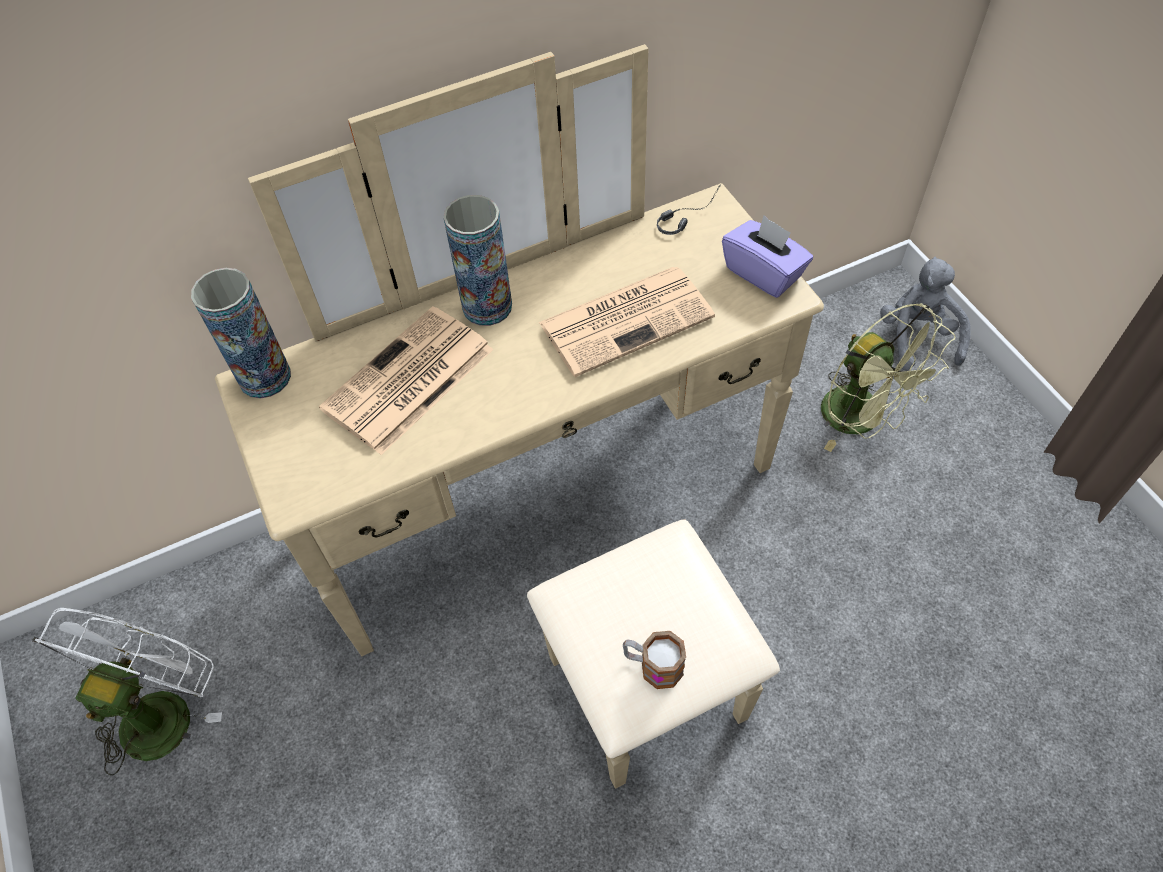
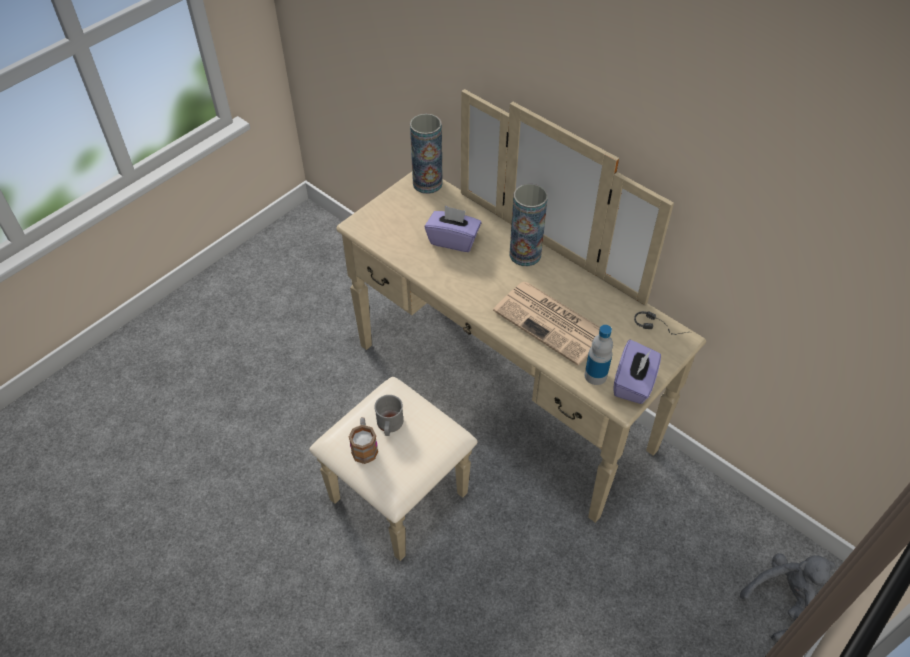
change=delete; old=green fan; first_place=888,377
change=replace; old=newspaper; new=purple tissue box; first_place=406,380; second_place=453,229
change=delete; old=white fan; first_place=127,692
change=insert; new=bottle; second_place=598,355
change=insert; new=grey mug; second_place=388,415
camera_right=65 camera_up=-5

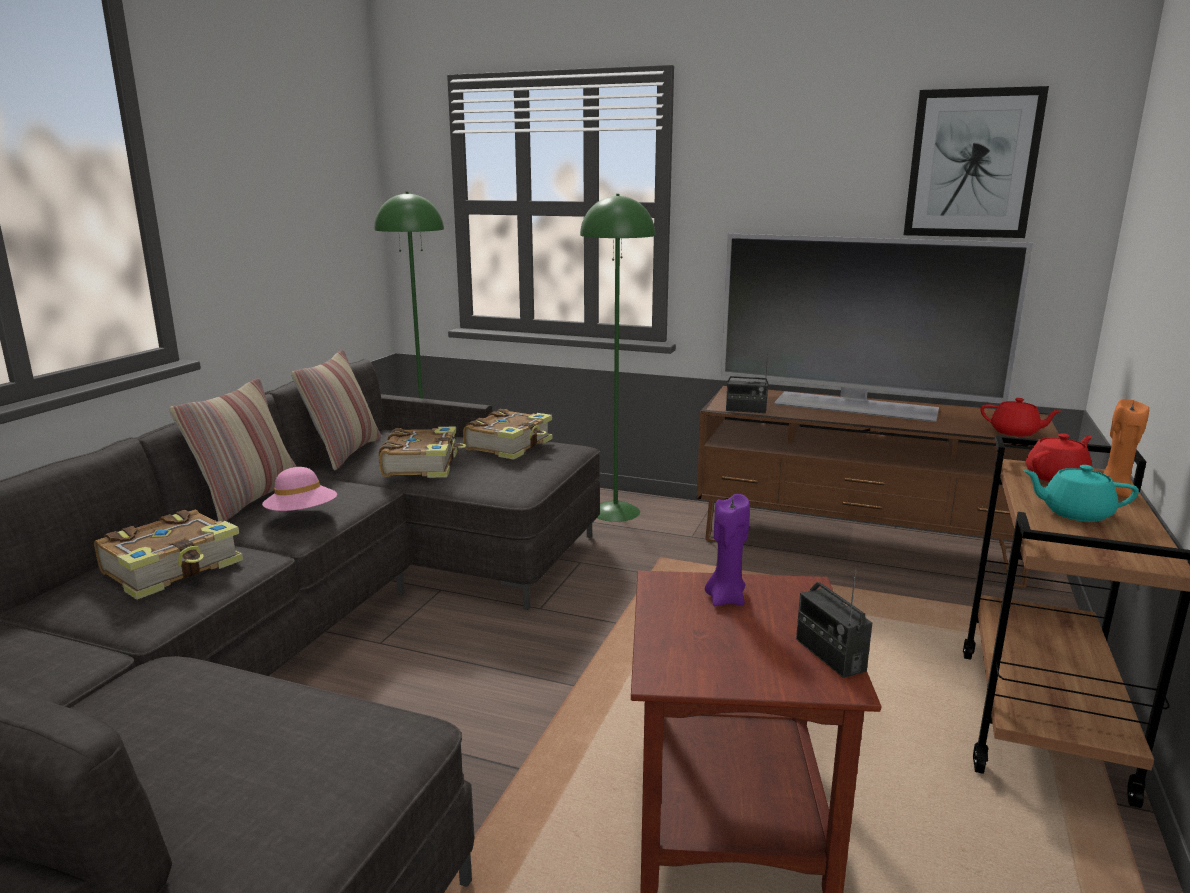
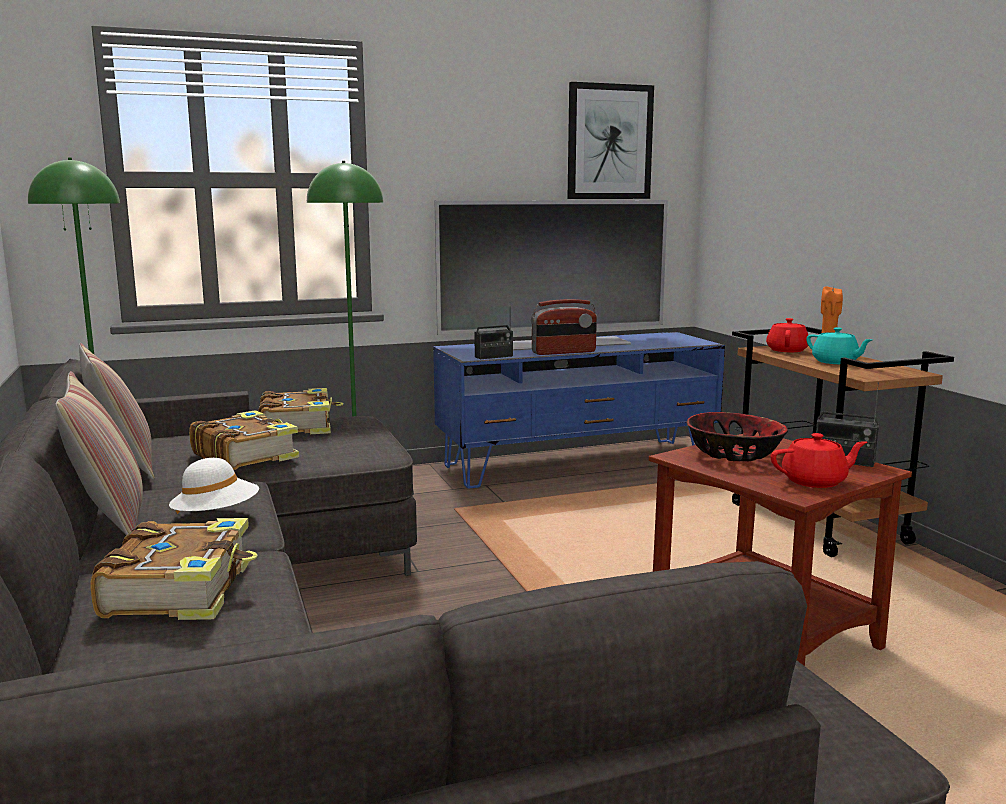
change=recolor; old=brown tv stand; new=blue tv stand; first_place=878,487; second_place=579,410
change=move; old=red teapot; first_place=1021,417; second_place=819,460
change=rotate; old=turquoise teapot; first_place=1081,493; second_place=839,345; degrees=-105
change=recolor; old=pink hat; new=white hat; first_place=299,489; second_place=214,486
change=replace; old=purple candle; new=bowl; first_place=727,550; second_place=737,436
change=insert; new=radio; second_place=564,327
camera_right=-40 camera_up=-5

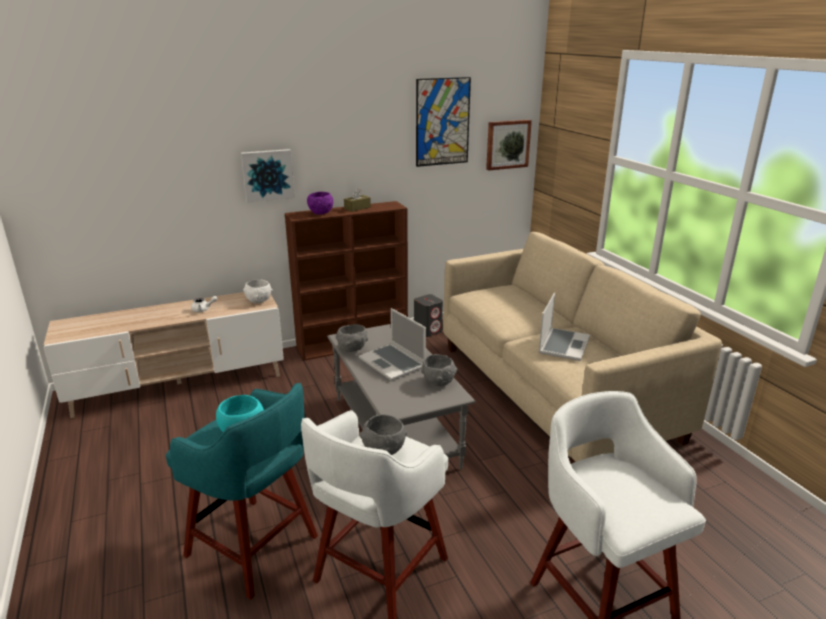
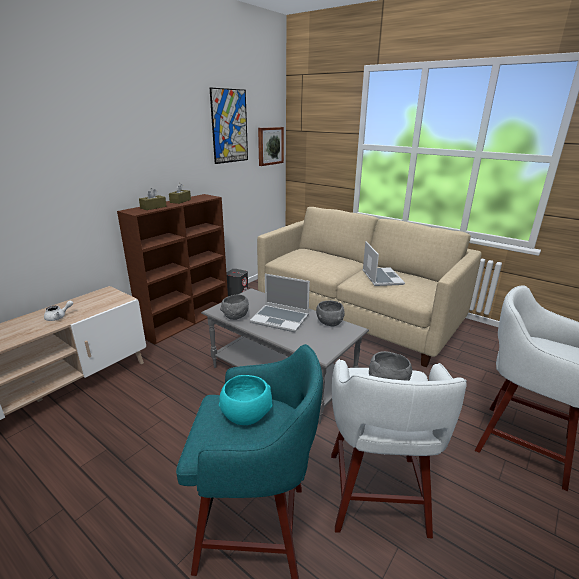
change=delete; old=picture; first_place=268,176
change=replace; old=purple bowl; new=brown tissue box; first_place=320,203; second_place=153,199
change=delete; old=white bowl; first_place=258,291
camera_right=-30 camera_up=0

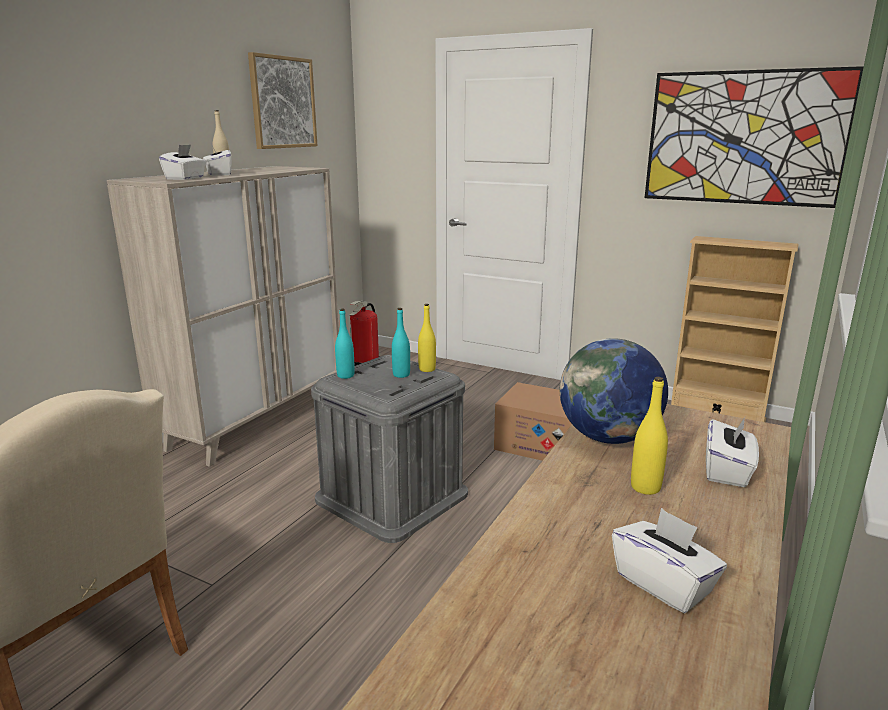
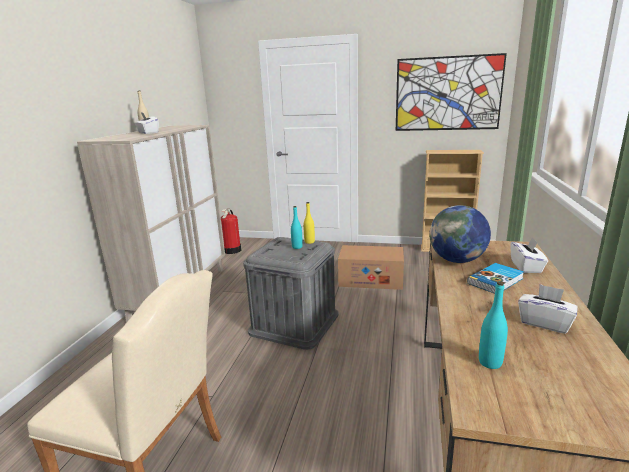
change=delete; old=picture; first_place=283,100
change=delete; old=white tissue box; first_place=182,162
change=move; old=turquoise bottle; first_place=345,344; second_place=493,325
change=replace; old=yellow bottle; new=book; first_place=649,436; second_place=495,278
camera_right=-15 camera_up=0

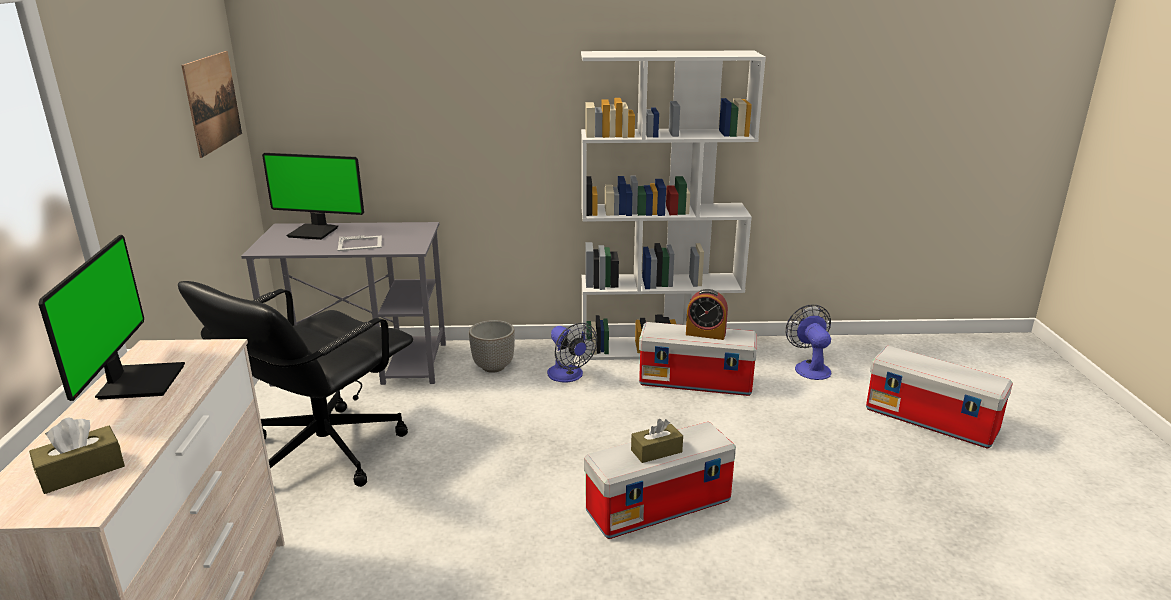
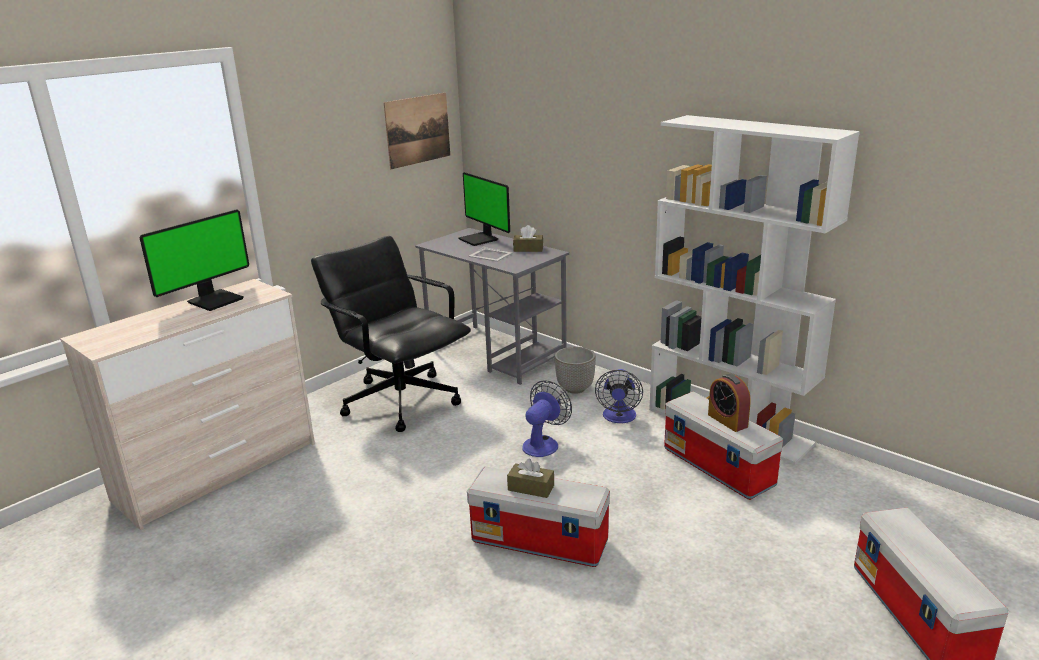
change=rotate; old=black office chair; first_place=295,384; second_place=391,334; degrees=60
change=move; old=fan; first_place=808,342; second_place=547,418
change=move; old=brown tissue box; first_place=77,455; second_place=528,238
camera_right=45 camera_up=0

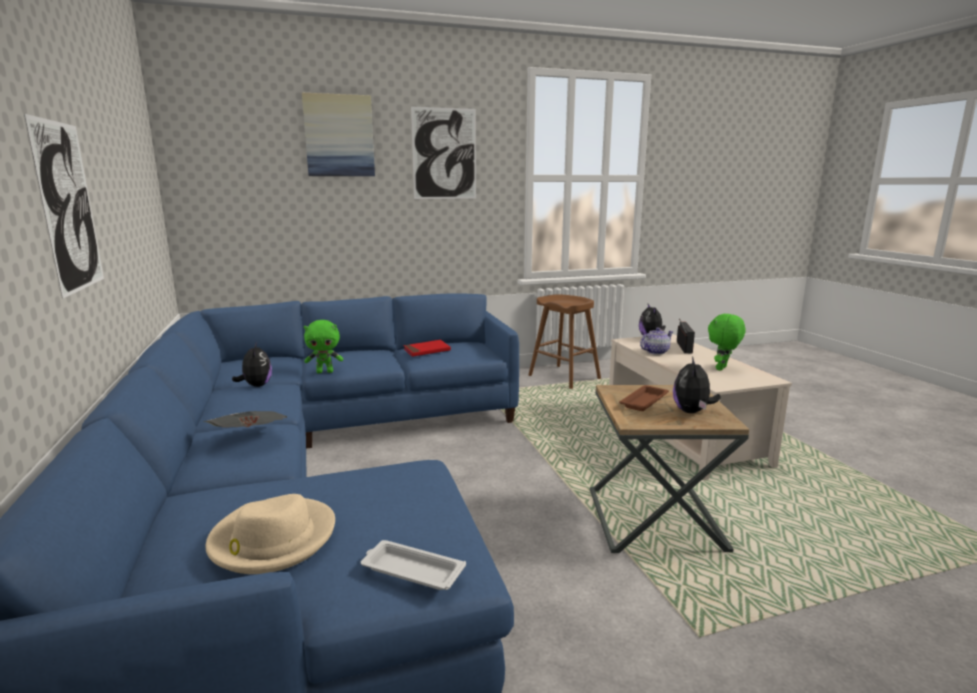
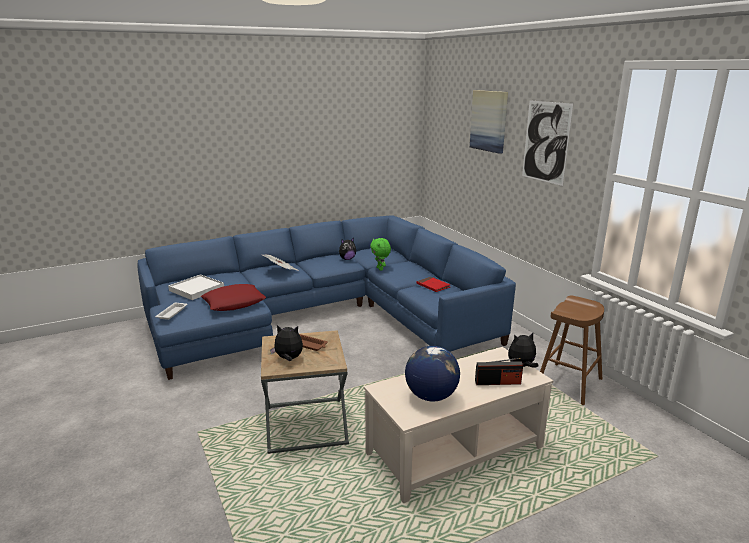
change=delete; old=picture; first_place=64,206
change=replace; old=green plush toy; new=globe; first_place=727,342; second_place=432,374
change=delete; old=teapot; first_place=657,341
change=replace; old=beige hat; new=white tray; first_place=270,534; second_place=196,287
change=insert; new=red pillow; second_place=233,297
camera_right=80 camera_up=5

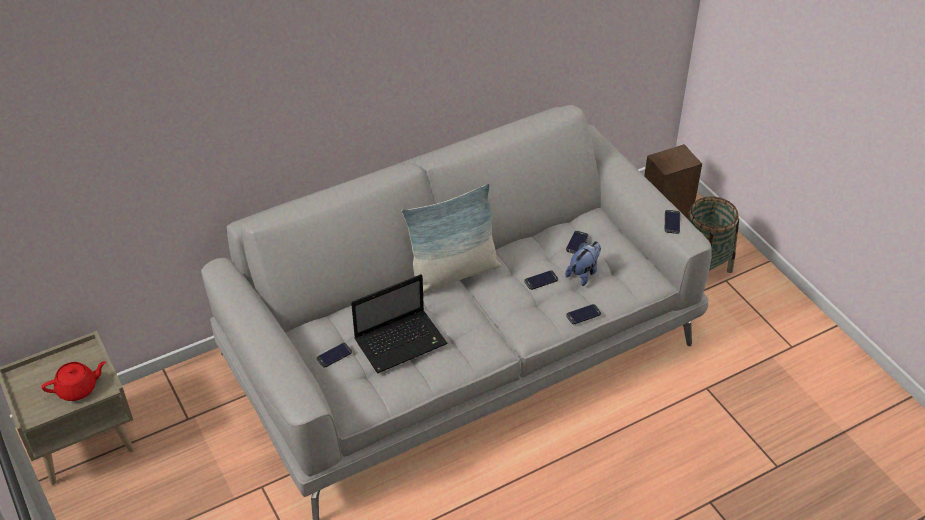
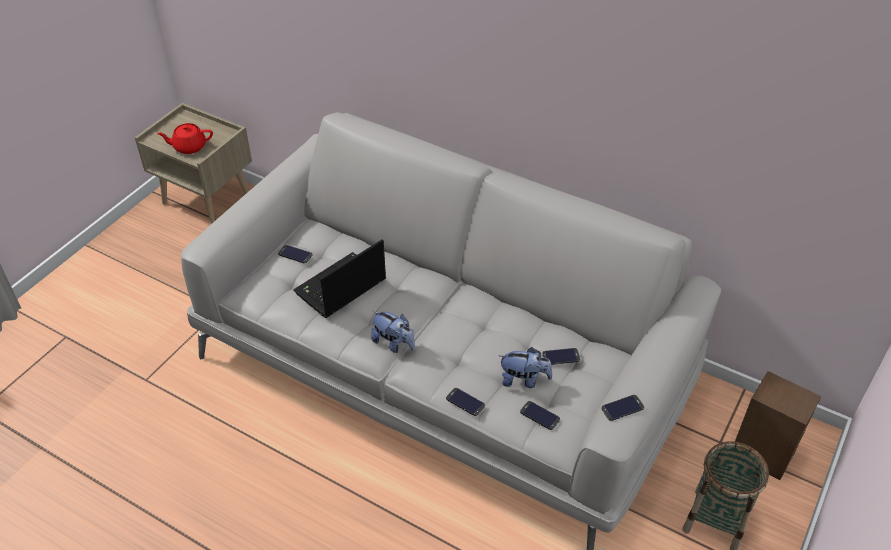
change=delete; old=pillow; first_place=451,239
change=move; old=phone; first_place=541,280; second_place=540,415
change=rotate; old=laptop; first_place=399,323; second_place=339,278; degrees=105
change=rotate; old=red teapot; first_place=74,381; second_place=185,138; degrees=135
change=insert; new=plush toy; second_place=393,331
camera_right=60 camera_up=0

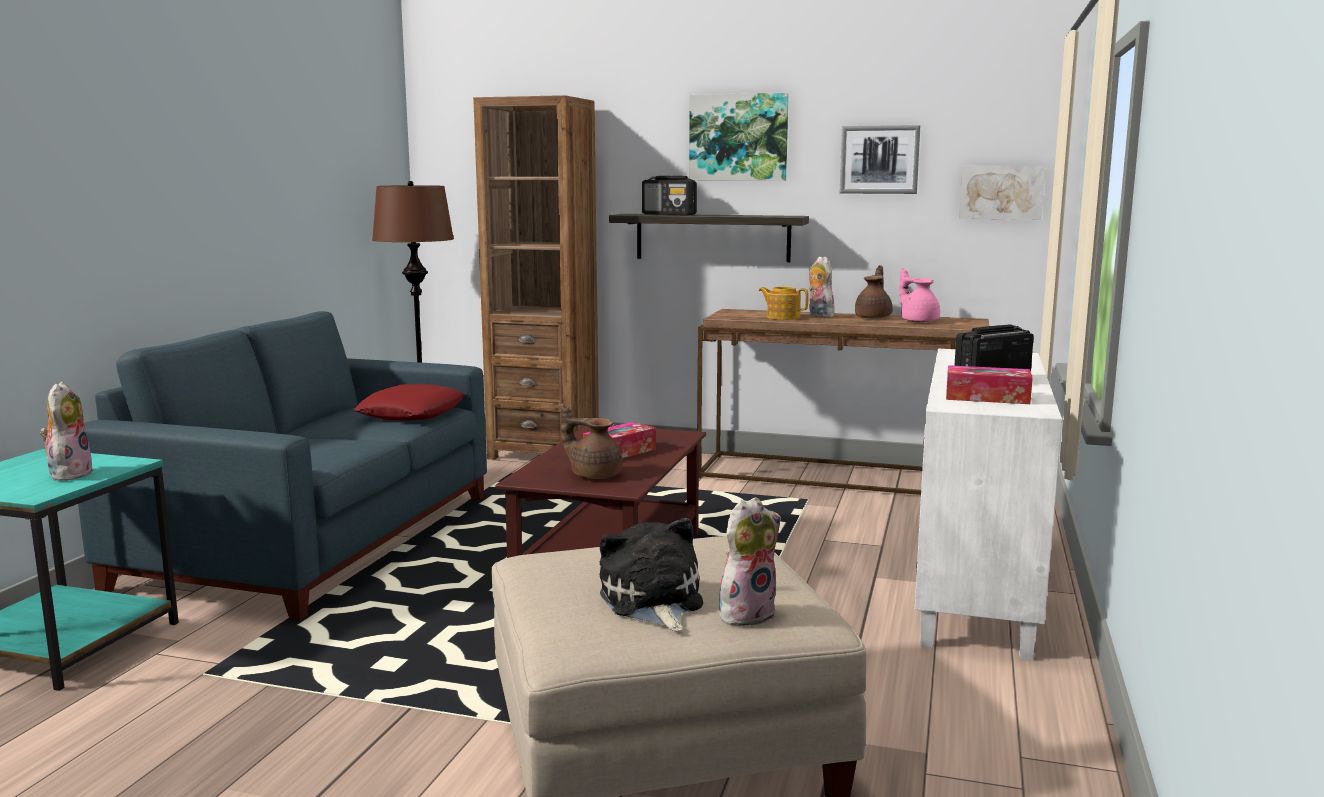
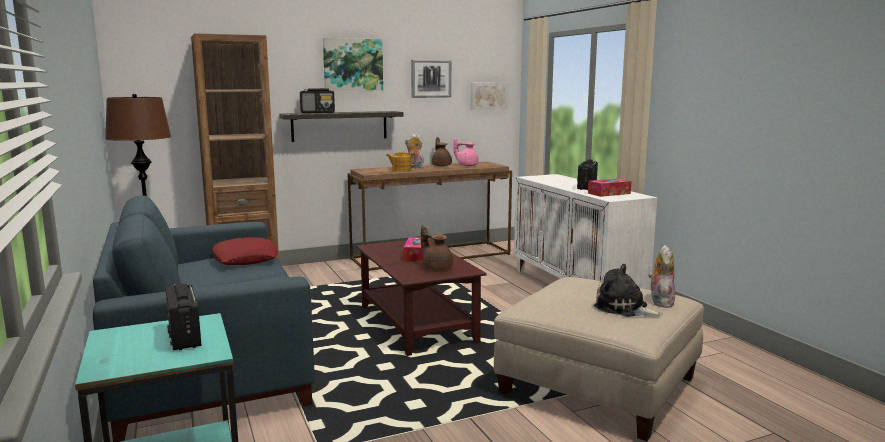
change=replace; old=plush toy; new=radio; first_place=67,431; second_place=183,316
change=rotate; old=brown teapot; first_place=592,442; second_place=437,248; degrees=60
camera_right=-40 camera_up=0

